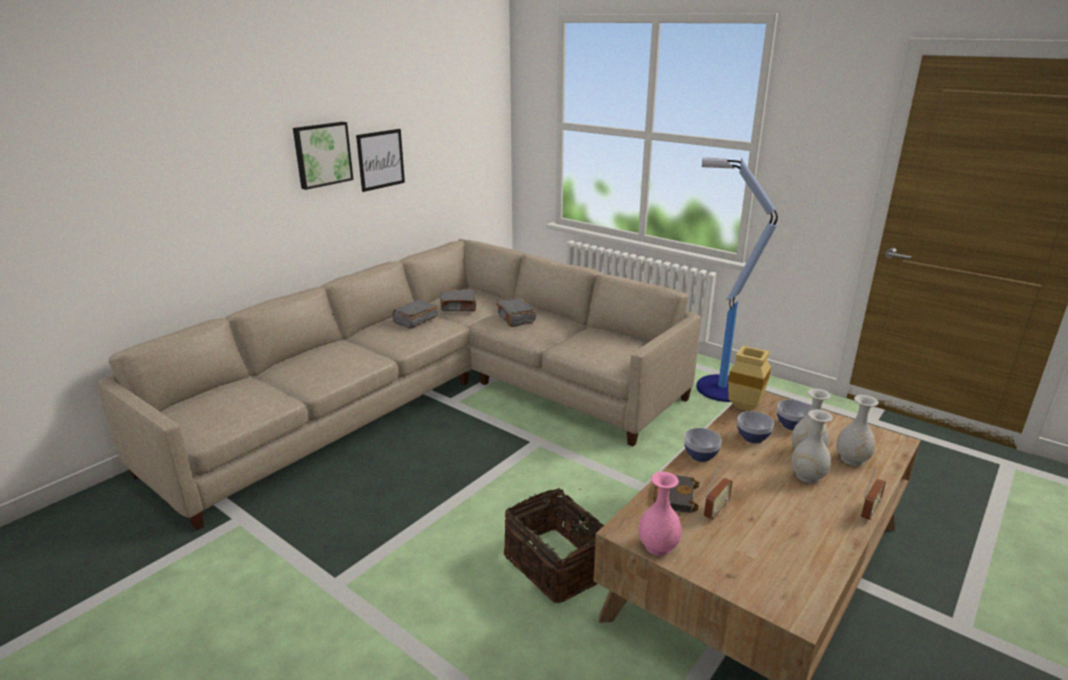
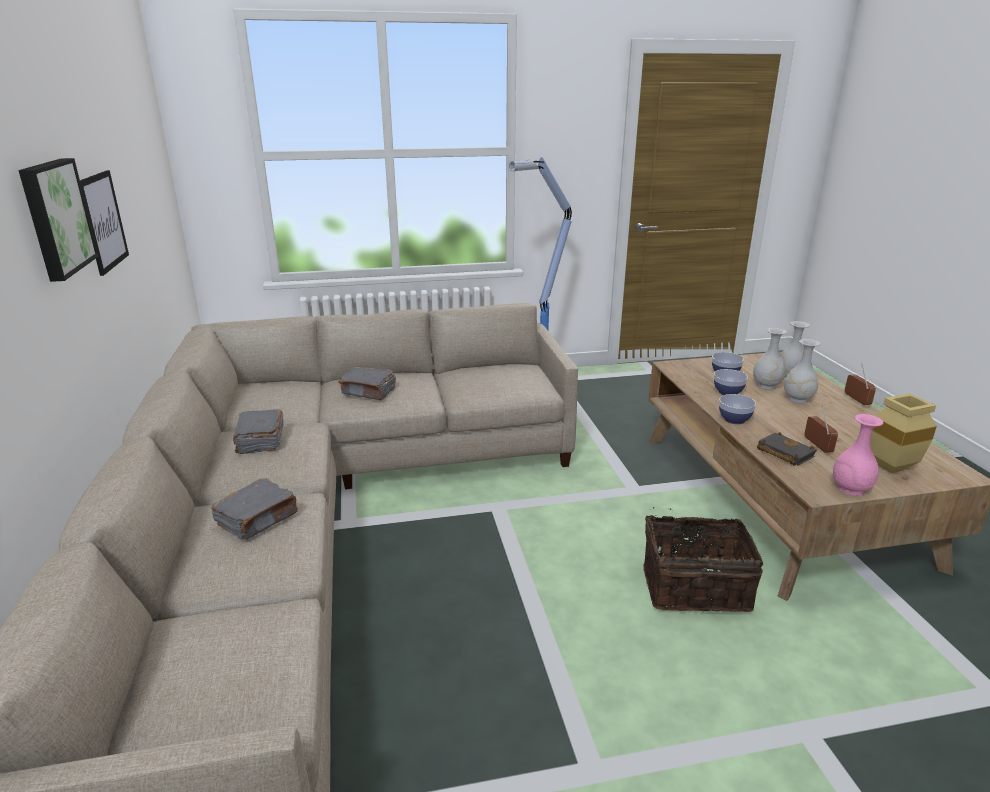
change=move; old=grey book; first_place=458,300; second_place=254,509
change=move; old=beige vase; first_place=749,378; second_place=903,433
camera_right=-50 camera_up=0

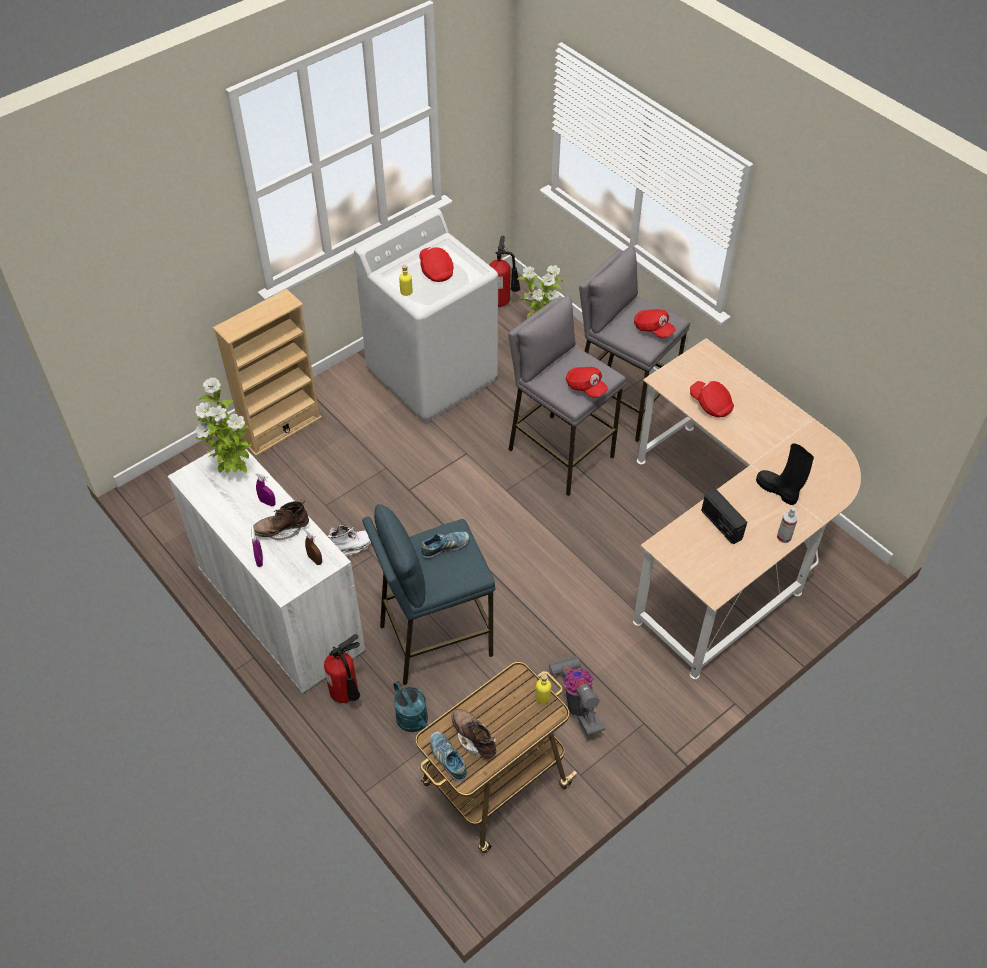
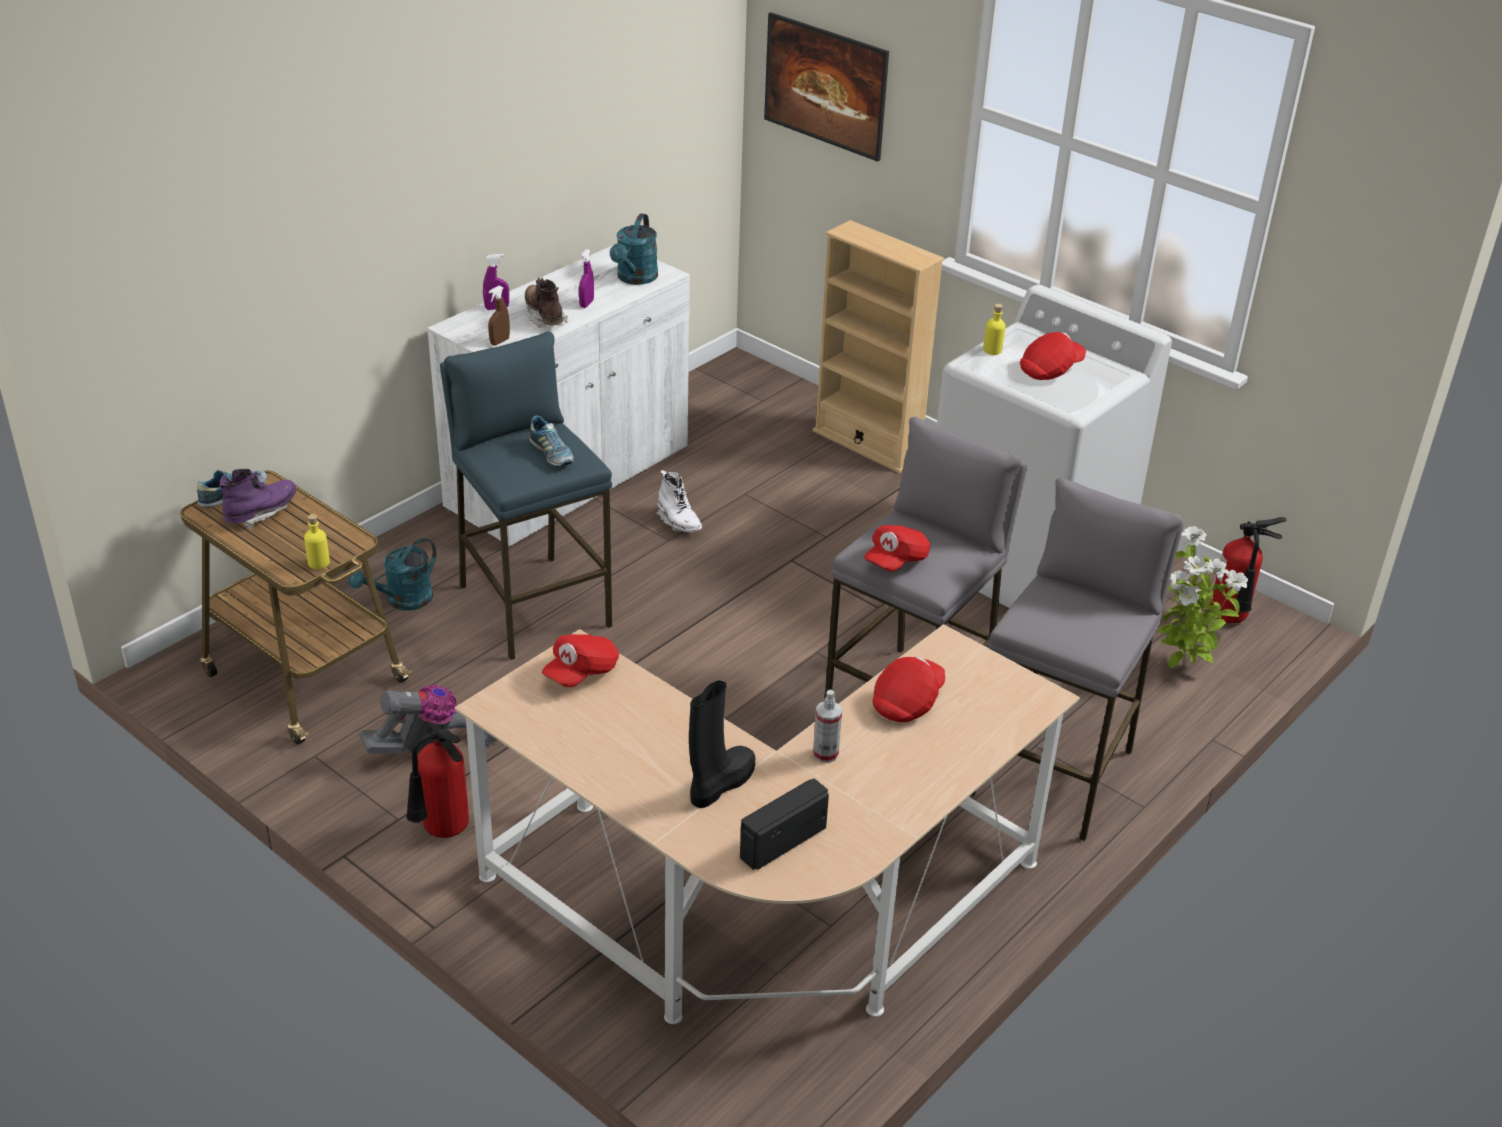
change=move; old=red cap; first_place=655,323; second_place=580,660
change=replace; old=potted plant; new=turquoise watering can; first_place=223,425; second_place=634,249
change=move; old=radio; first_place=724,516; second_place=784,824
change=move; old=spray bottle; first_place=787,525; second_place=827,726
change=move; old=fire extinguisher; first_place=342,668; second_place=437,780
change=recolor; old=brown boot; new=purple boot; first_place=474,734; second_place=257,499
change=insert; new=picture; second_place=826,87
camera_right=80 camera_up=-15

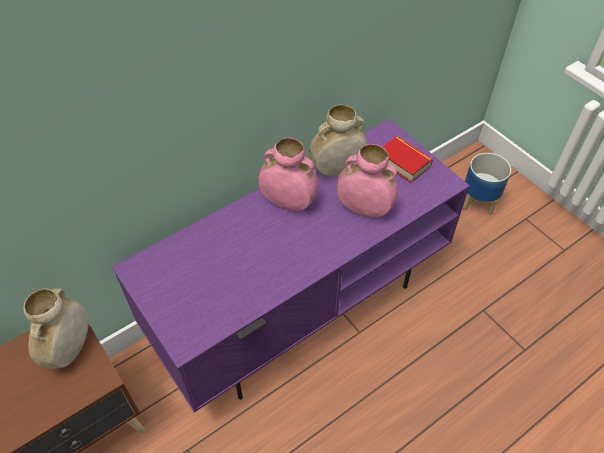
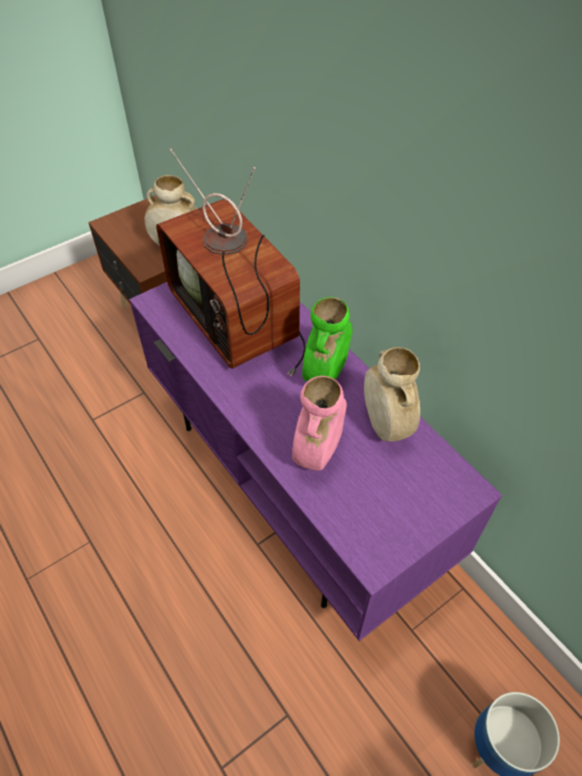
change=delete; old=book; first_place=408,159
change=recolor; old=pink vase; new=green vase; first_place=289,174; second_place=327,339
change=insert; new=television; second_place=231,263
camera_right=90 camera_up=0

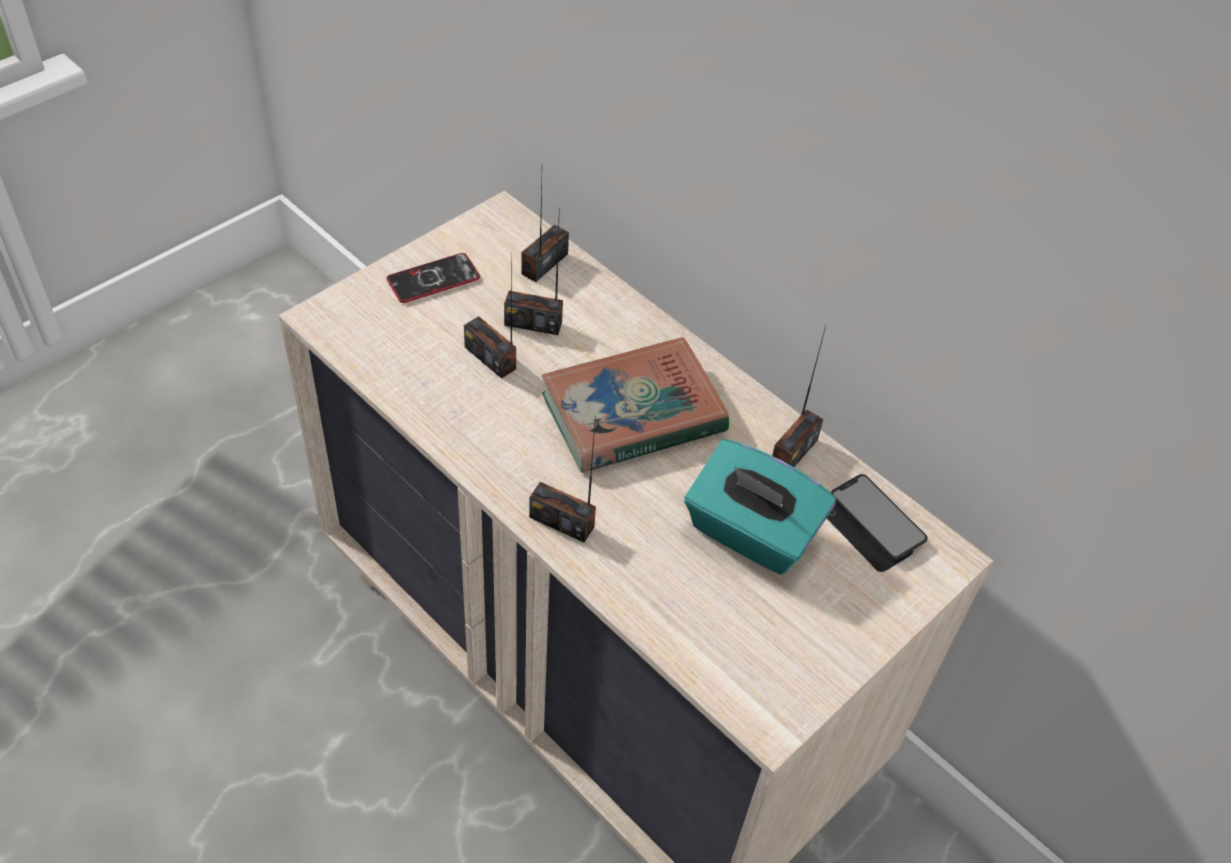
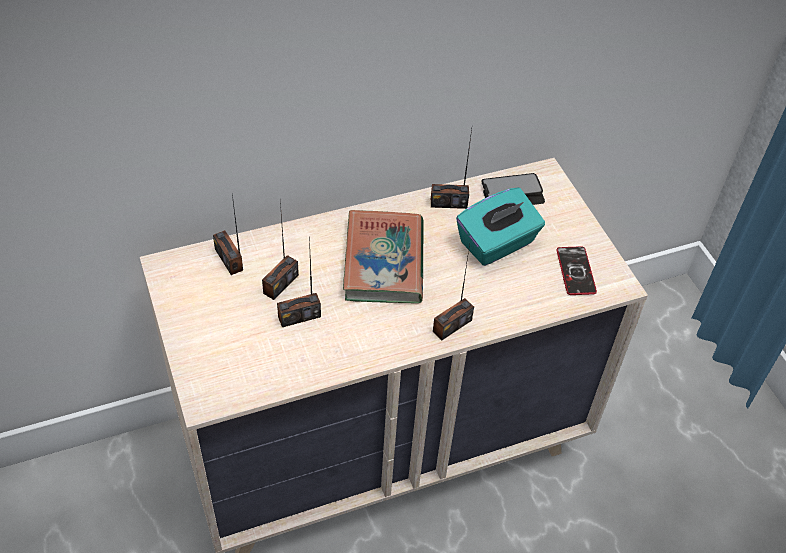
change=move; old=phone; first_place=433,278; second_place=576,270
change=rotate; old=radio; first_place=799,396; second_place=451,169; degrees=120
camera_right=-65 camera_up=0

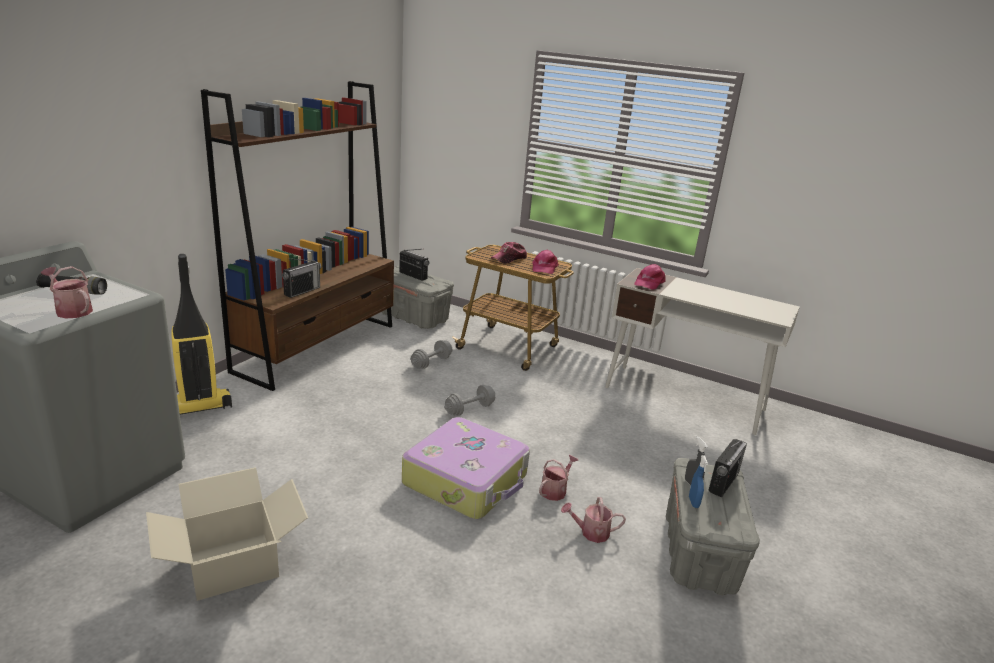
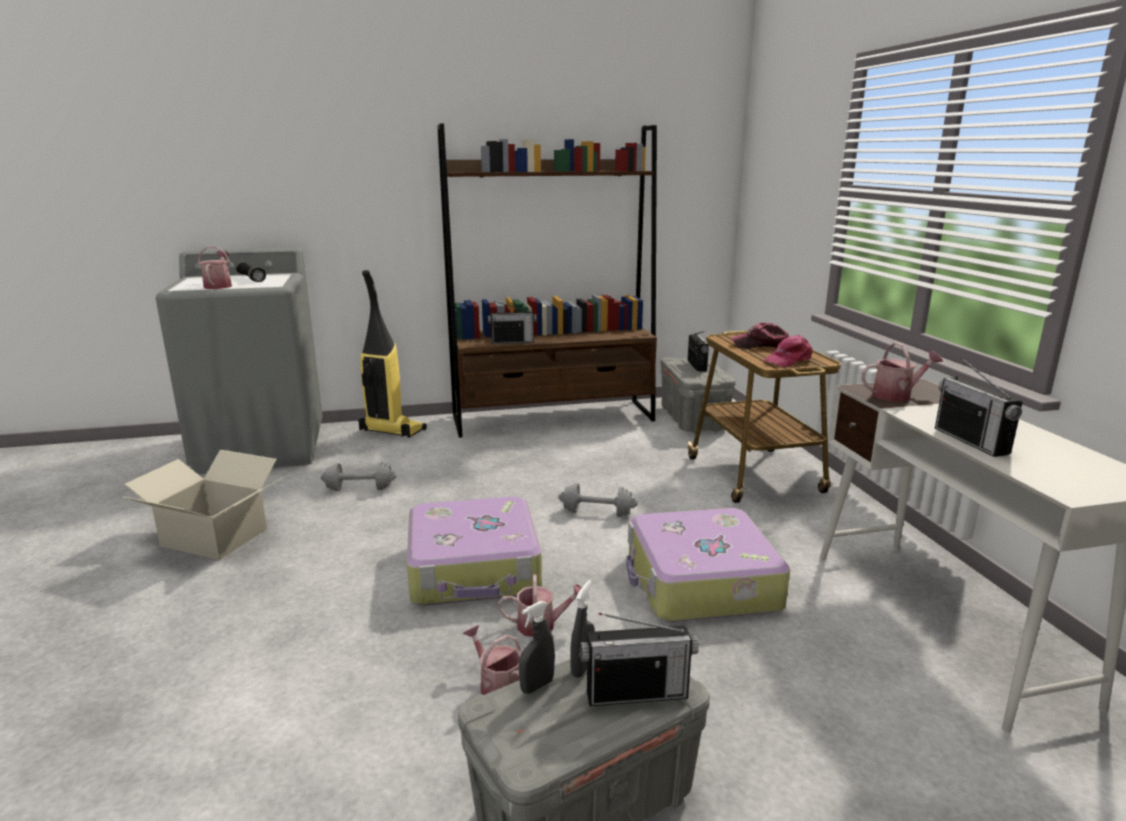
change=replace; old=pink cap; new=watering can; first_place=649,277; second_place=902,371
change=move; old=grey dumbbell; first_place=431,354; second_place=358,476
change=recolor; old=blue spray bottle; new=grey spray bottle; first_place=698,481; second_place=537,647
change=insert; new=radio; second_place=979,407
change=insert; new=suitcase; second_place=708,565
camera_right=50 camera_up=-5

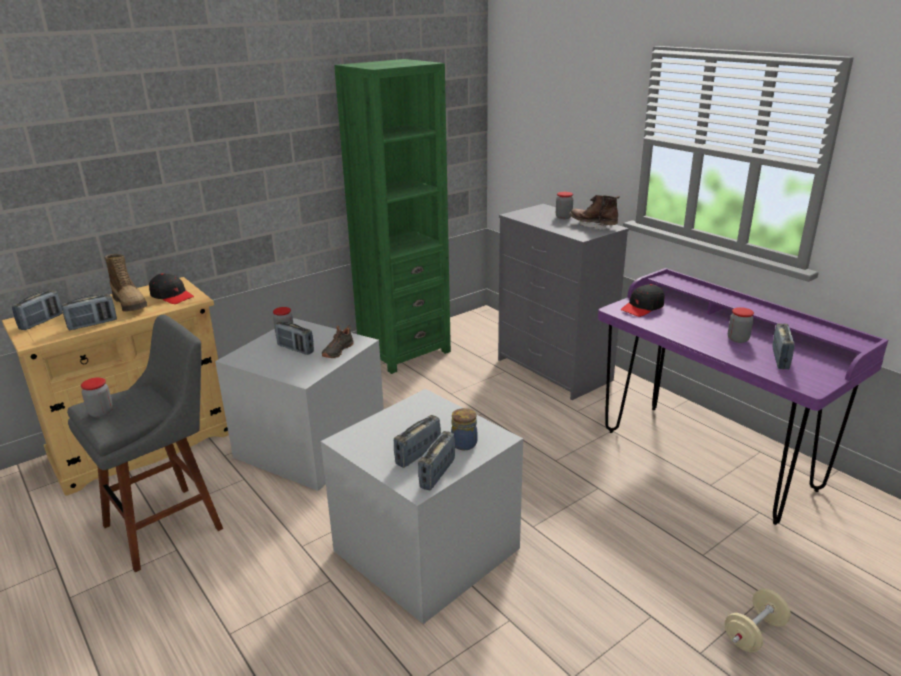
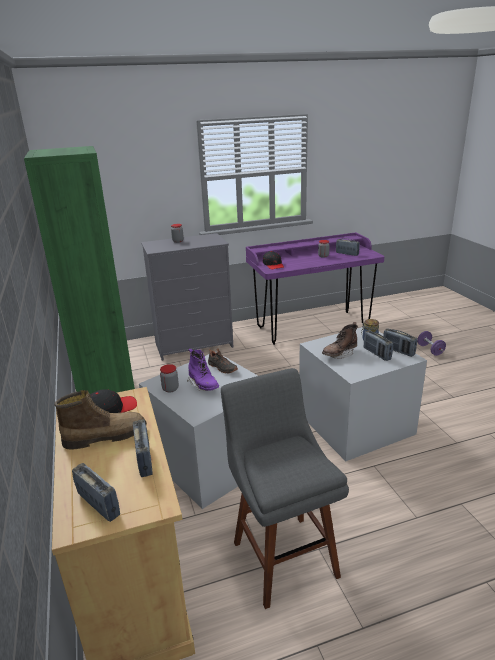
change=move; old=brown boot; first_place=594,213; second_place=340,340
change=replace; old=radio; new=purple boot; first_place=294,338; second_place=203,370
change=delete; old=jar; first_place=97,397
change=recolor; old=beige dumbbell; new=purple dumbbell; first_place=757,620; second_place=431,343
camera_right=-70 camera_up=0

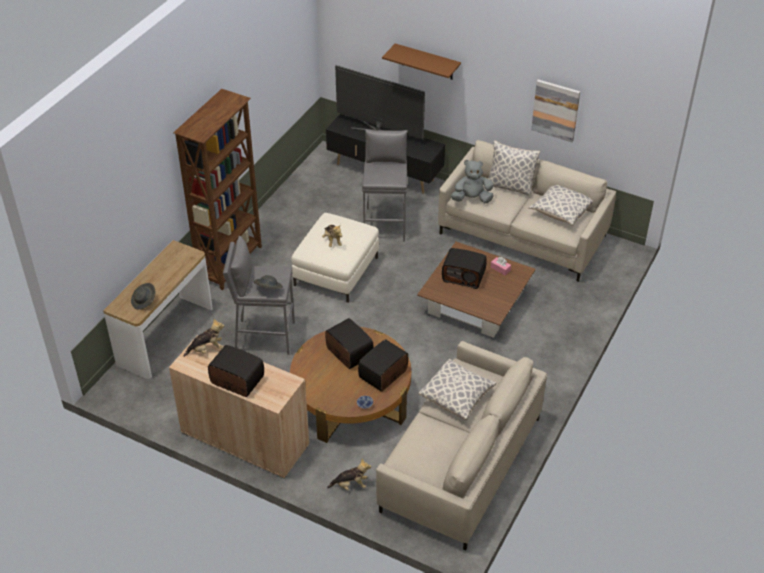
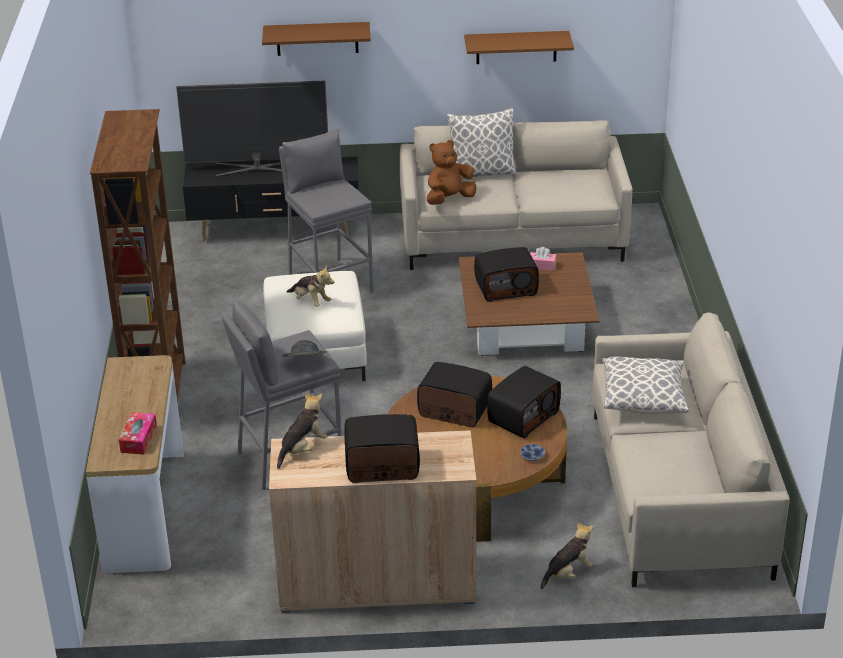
change=replace; old=picture; new=brown shelf; first_place=555,110; second_place=519,47
change=recolor; old=grey plush toy; new=brown plush toy; first_place=472,181; second_place=451,172
change=delete; old=pillow; first_place=561,205
change=replace; old=grey hat; new=tissue box; first_place=143,296; second_place=138,433
change=rotate; old=radio; first_place=383,365; second_place=524,402; degrees=-150
camera_right=-30 camera_up=-10

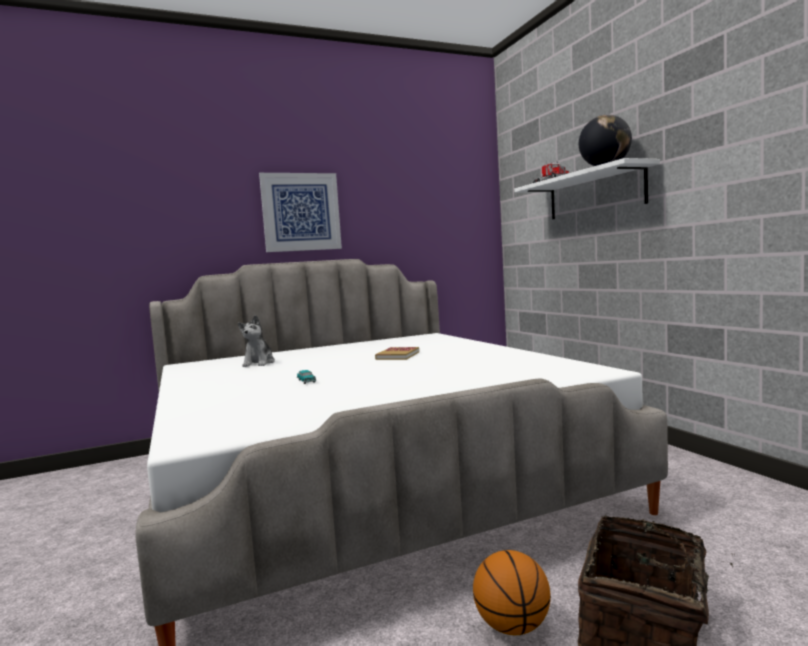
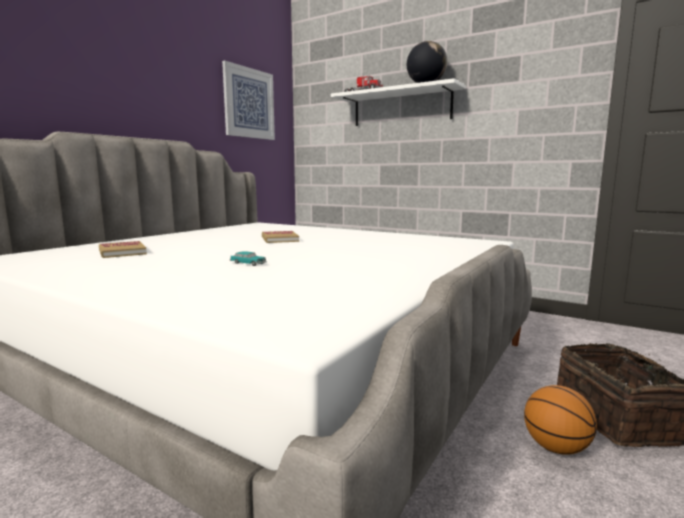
change=move; old=picture; first_place=300,212; second_place=248,100
change=replace; old=plush toy; new=book; first_place=256,341; second_place=123,249
camera_right=-35 camera_up=5

